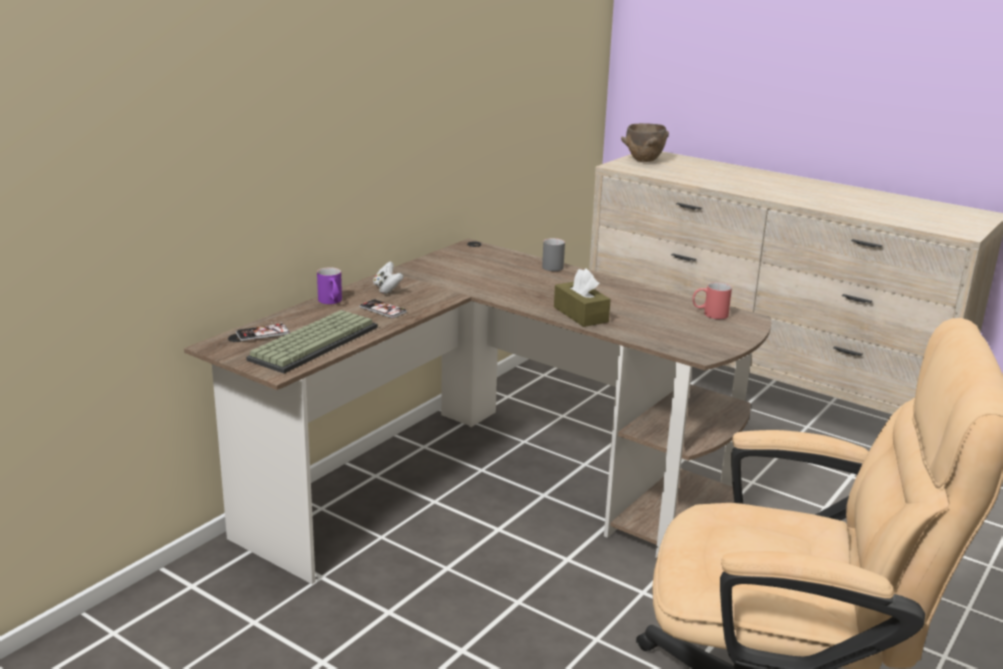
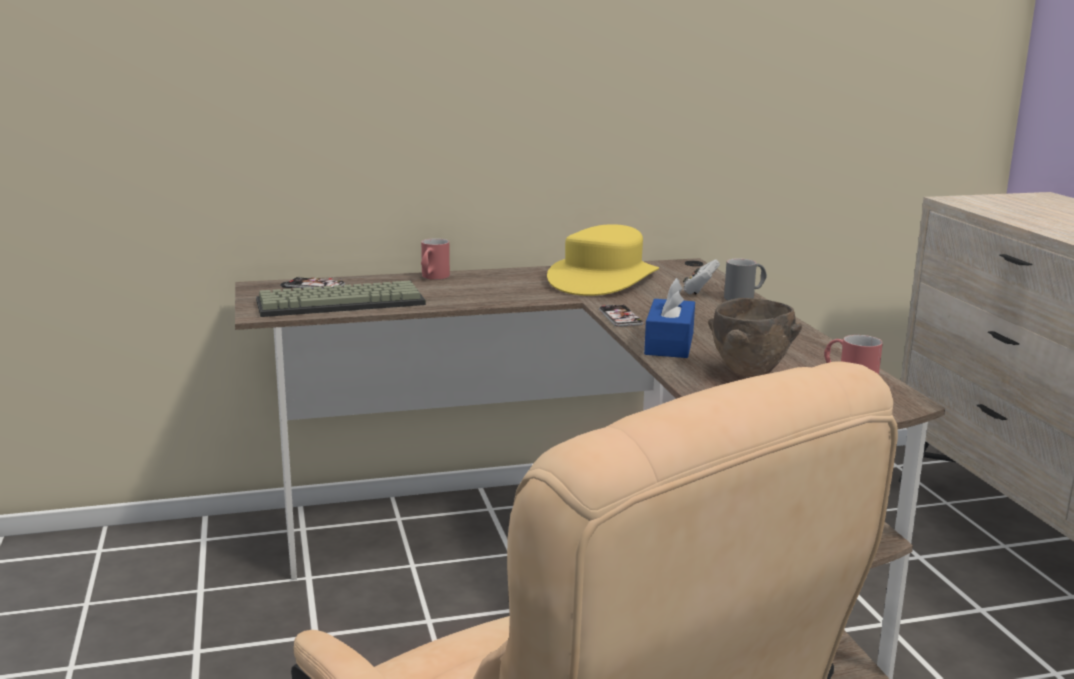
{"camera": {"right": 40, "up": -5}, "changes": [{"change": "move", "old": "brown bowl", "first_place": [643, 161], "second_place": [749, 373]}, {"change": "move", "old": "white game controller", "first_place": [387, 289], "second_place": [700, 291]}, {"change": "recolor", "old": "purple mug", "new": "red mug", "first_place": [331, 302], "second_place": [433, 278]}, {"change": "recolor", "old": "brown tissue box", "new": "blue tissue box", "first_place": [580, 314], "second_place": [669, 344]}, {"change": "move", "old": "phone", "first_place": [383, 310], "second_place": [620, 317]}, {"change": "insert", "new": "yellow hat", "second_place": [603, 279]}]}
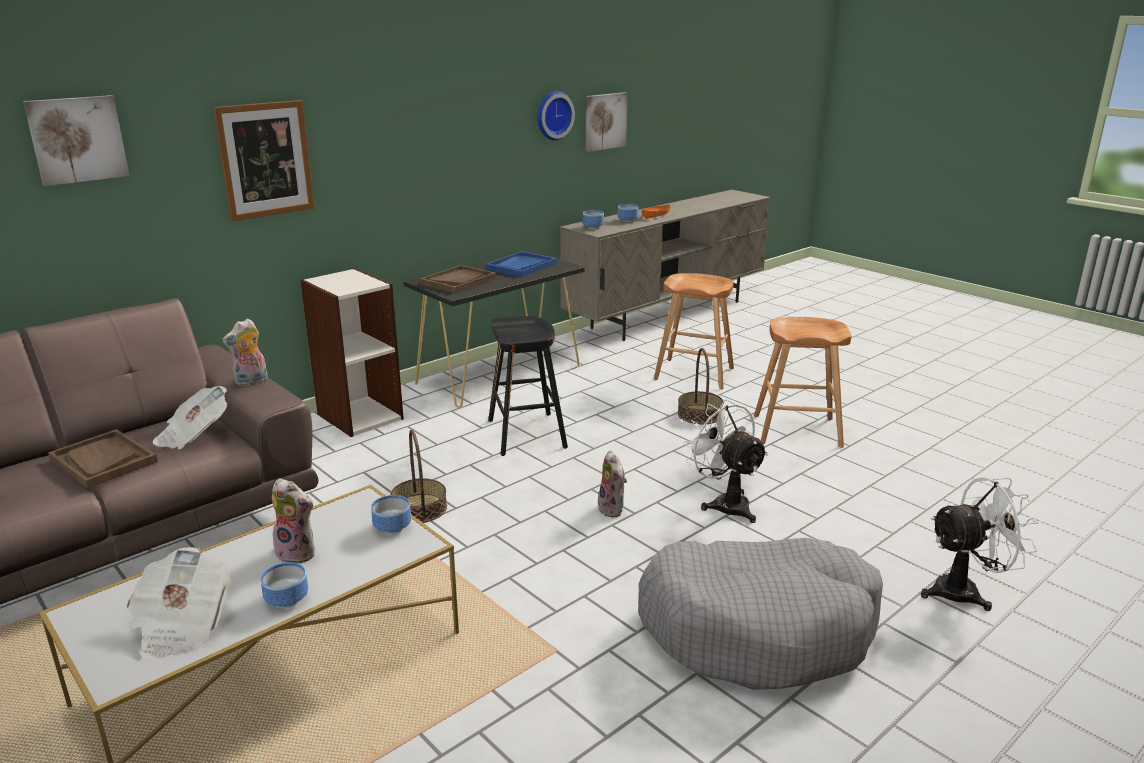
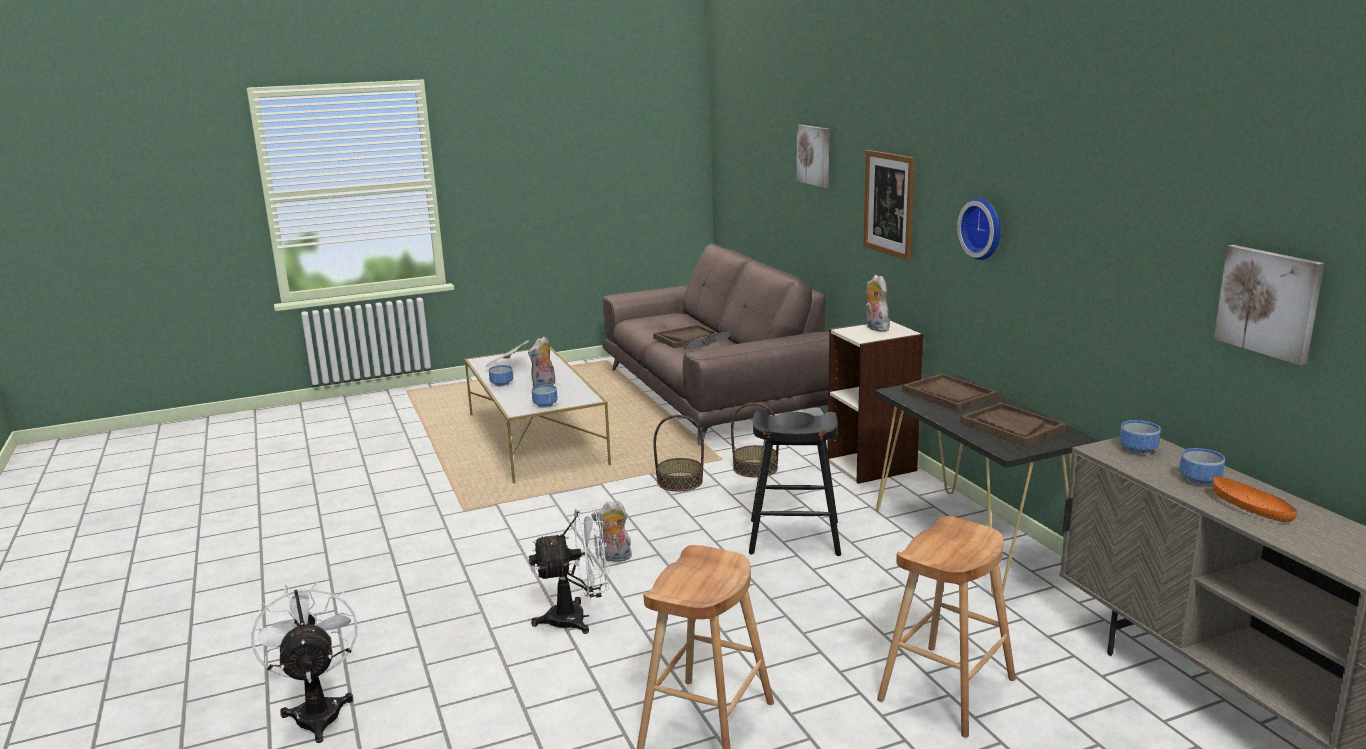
{"camera": {"right": 110, "up": -5}, "changes": [{"change": "move", "old": "wall clock", "first_place": [553, 115], "second_place": [984, 228]}, {"change": "recolor", "old": "blue tray", "new": "brown tray", "first_place": [521, 266], "second_place": [1011, 427]}, {"change": "move", "old": "plush toy", "first_place": [251, 382], "second_place": [875, 328]}, {"change": "move", "old": "basket", "first_place": [699, 414], "second_place": [755, 468]}, {"change": "rotate", "old": "white fan", "first_place": [966, 591], "second_place": [317, 711], "degrees": 150}, {"change": "delete", "old": "grey dog bed", "first_place": [759, 629]}]}
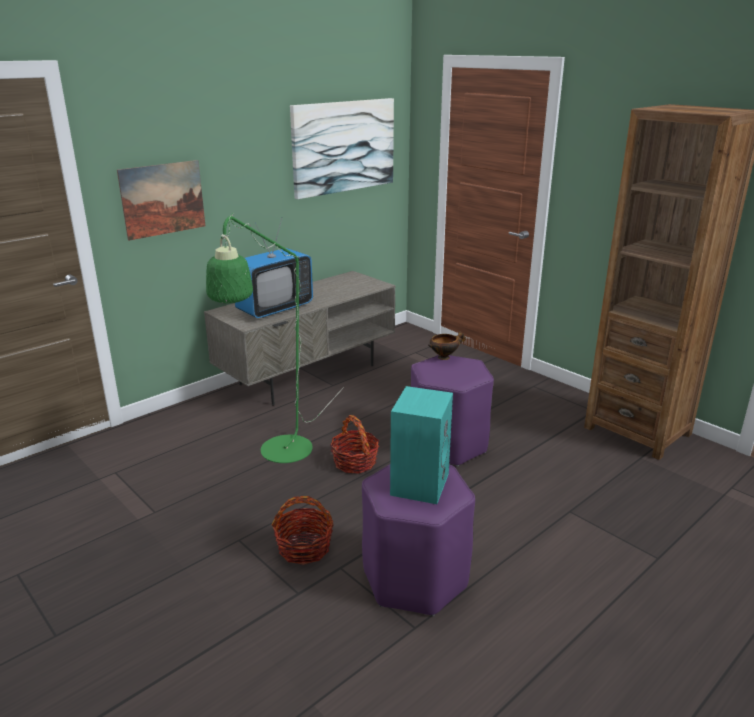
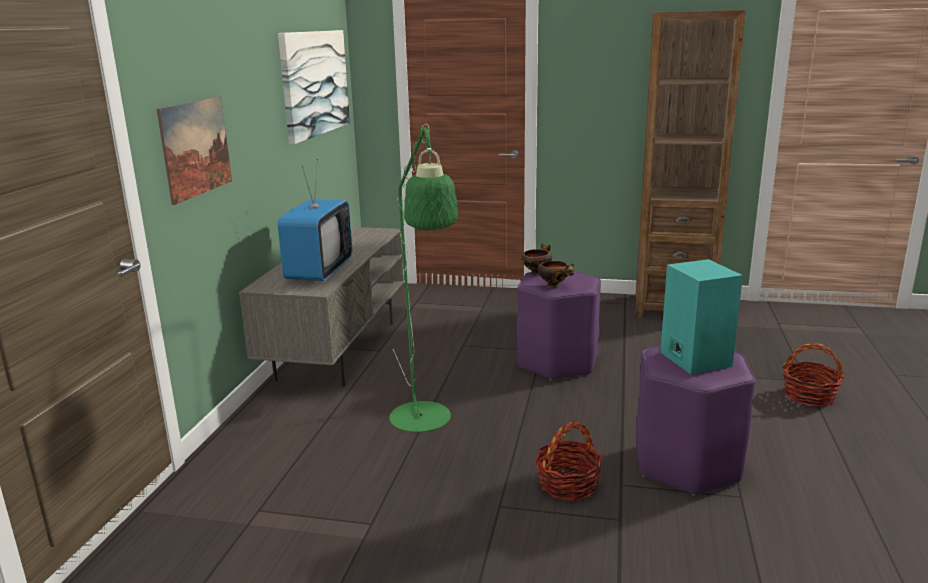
{"camera": {"right": -35, "up": -5}, "changes": [{"change": "move", "old": "basket", "first_place": [355, 462], "second_place": [809, 396]}, {"change": "insert", "new": "bowl", "second_place": [554, 286]}]}
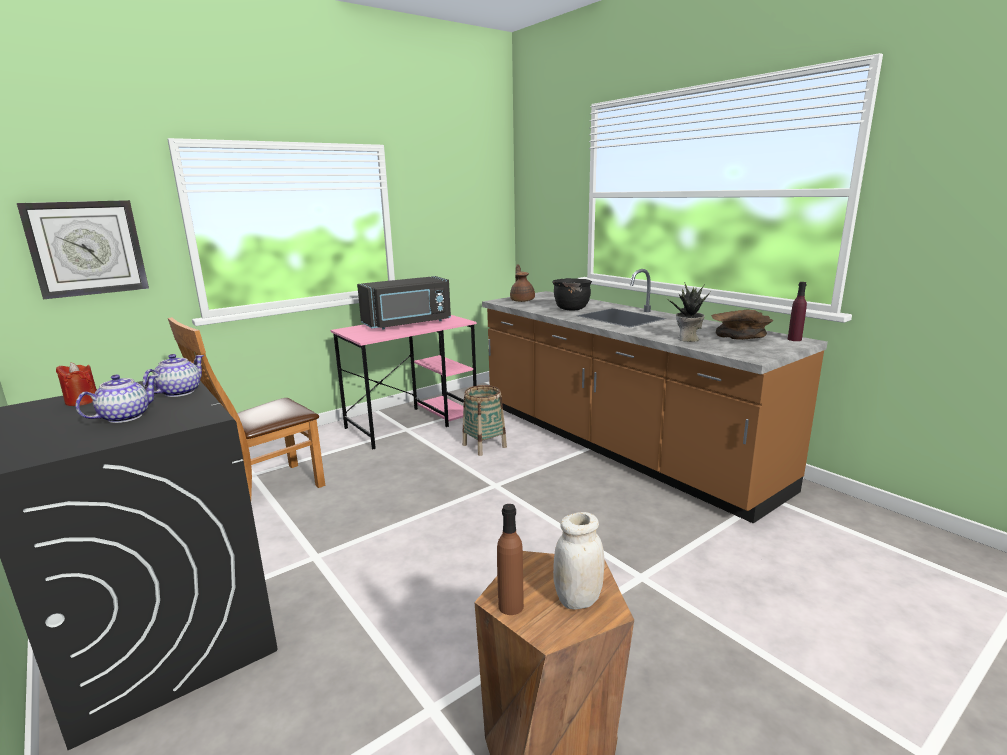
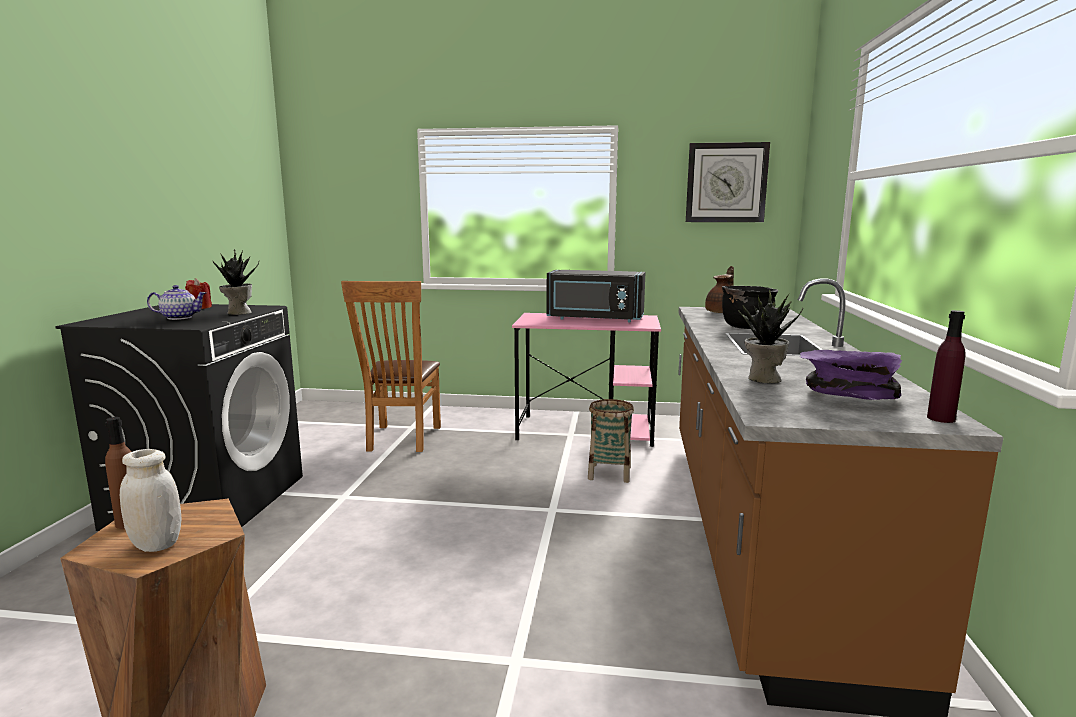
{"camera": {"right": 45, "up": -5}, "changes": [{"change": "move", "old": "wall clock", "first_place": [87, 248], "second_place": [726, 183]}, {"change": "recolor", "old": "brown bowl", "new": "purple bowl", "first_place": [739, 338], "second_place": [845, 395]}, {"change": "rotate", "old": "brown chair", "first_place": [267, 489], "second_place": [401, 440], "degrees": -90}, {"change": "replace", "old": "teapot", "new": "potted plant", "first_place": [179, 392], "second_place": [238, 313]}]}
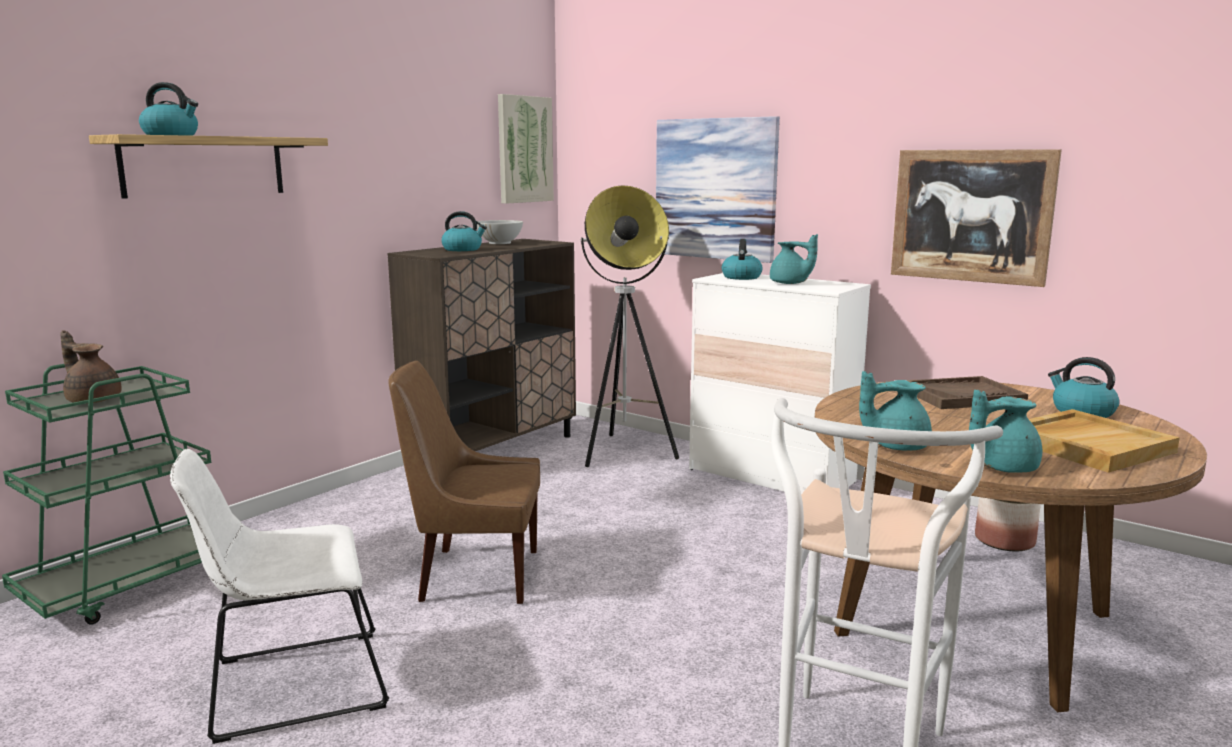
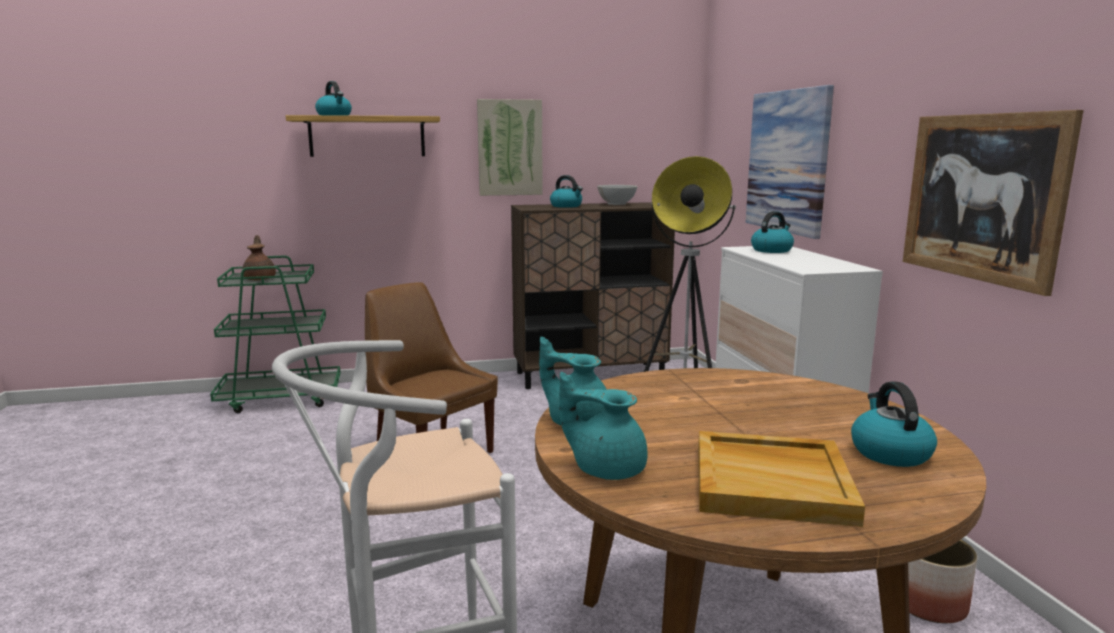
{"camera": {"right": 40, "up": 0}, "changes": [{"change": "move", "old": "picture", "first_place": [524, 149], "second_place": [510, 147]}, {"change": "delete", "old": "turquoise teapot", "first_place": [790, 283]}, {"change": "delete", "old": "brown tray", "first_place": [962, 396]}, {"change": "delete", "old": "white chair", "first_place": [290, 685]}]}
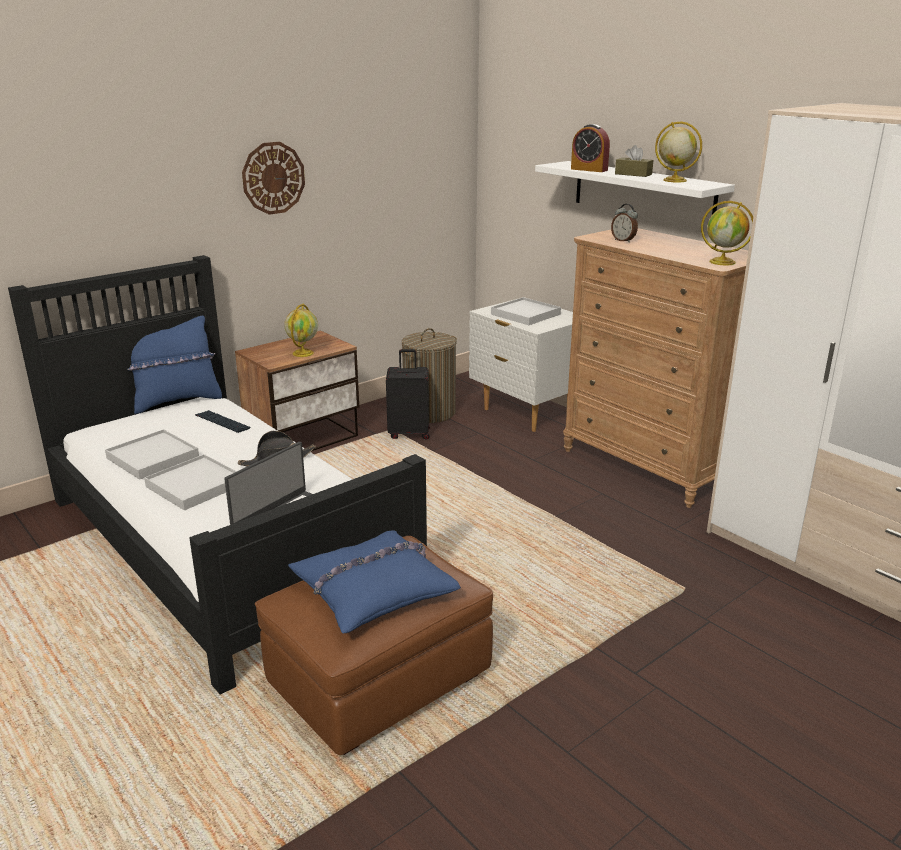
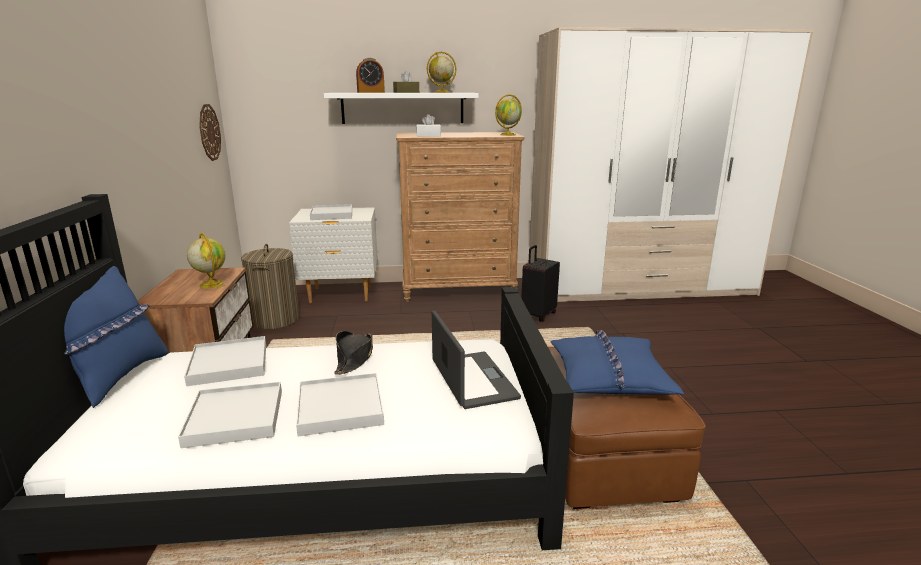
{"camera": {"right": -55, "up": -5}, "changes": [{"change": "move", "old": "wall clock", "first_place": [273, 178], "second_place": [209, 132]}, {"change": "replace", "old": "alarm clock", "new": "white tissue box", "first_place": [623, 241], "second_place": [428, 135]}, {"change": "move", "old": "black suitcase", "first_place": [409, 433], "second_place": [538, 315]}, {"change": "replace", "old": "keyboard", "new": "white tray", "first_place": [222, 422], "second_place": [228, 364]}]}
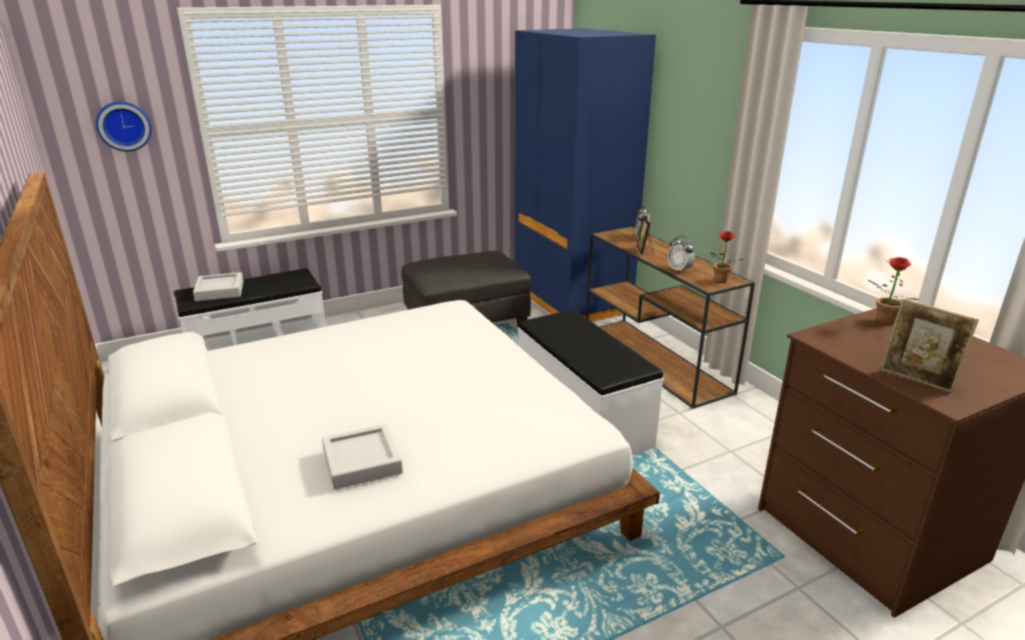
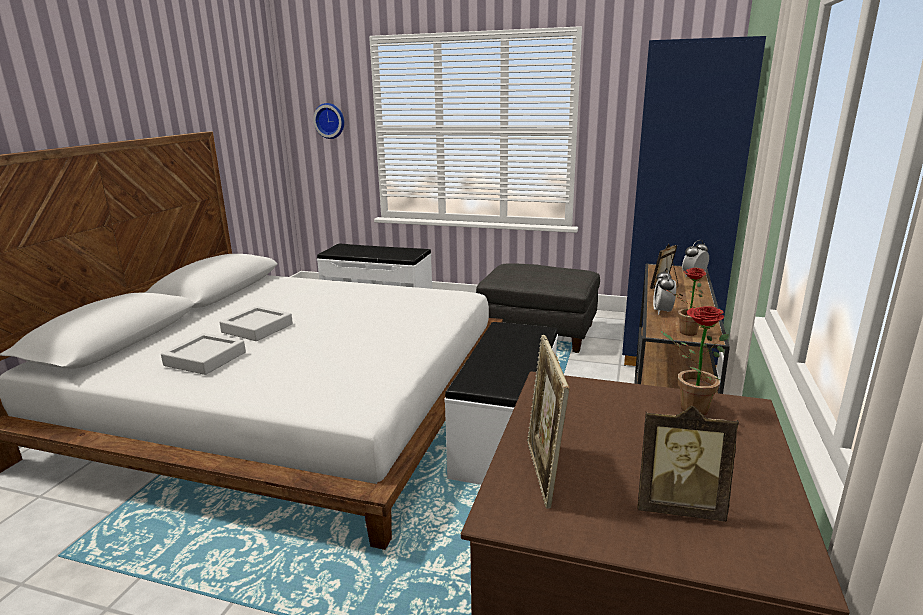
{"camera": {"right": 45, "up": -5}, "changes": [{"change": "move", "old": "grey tray", "first_place": [220, 291], "second_place": [257, 328]}, {"change": "insert", "new": "picture frame", "second_place": [678, 506]}]}
